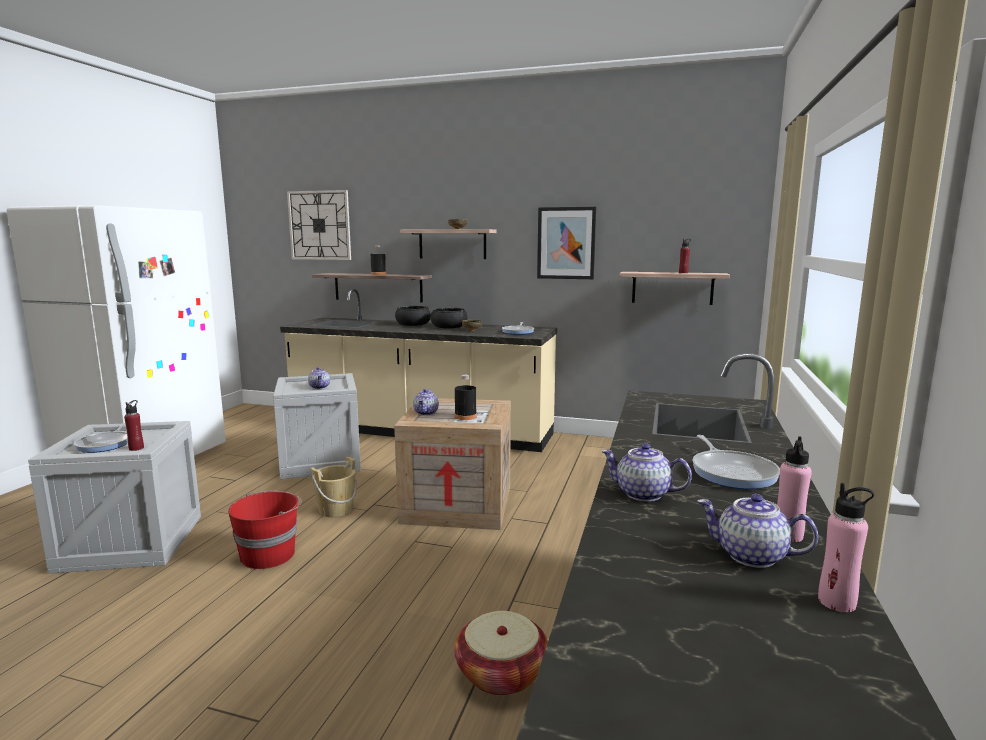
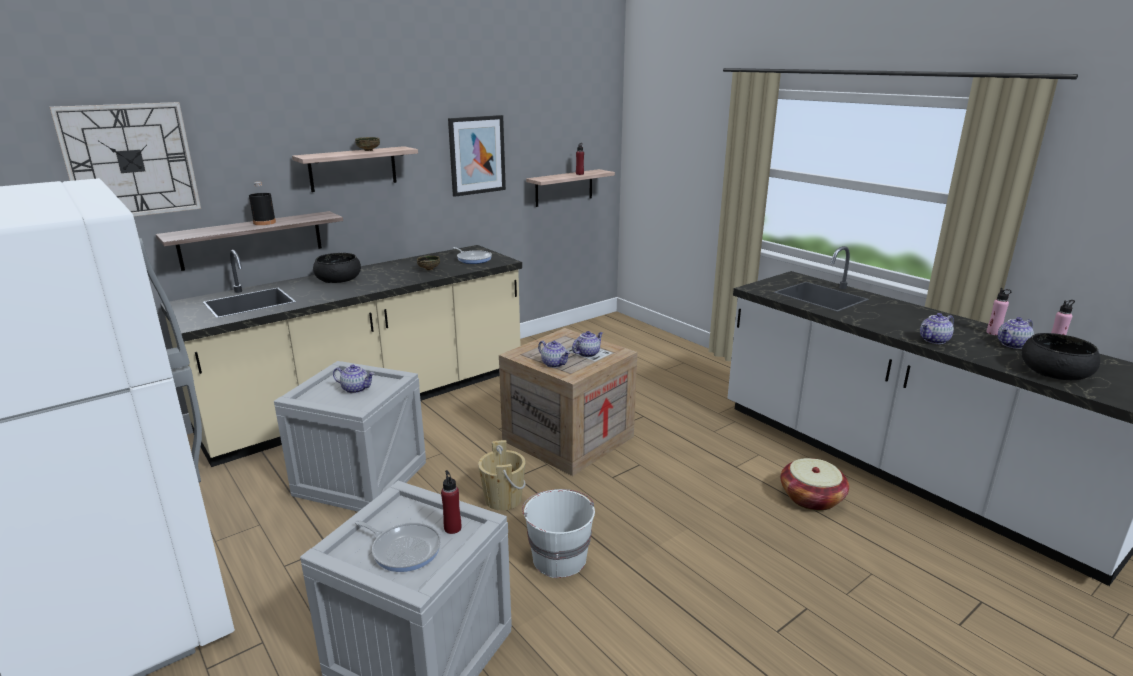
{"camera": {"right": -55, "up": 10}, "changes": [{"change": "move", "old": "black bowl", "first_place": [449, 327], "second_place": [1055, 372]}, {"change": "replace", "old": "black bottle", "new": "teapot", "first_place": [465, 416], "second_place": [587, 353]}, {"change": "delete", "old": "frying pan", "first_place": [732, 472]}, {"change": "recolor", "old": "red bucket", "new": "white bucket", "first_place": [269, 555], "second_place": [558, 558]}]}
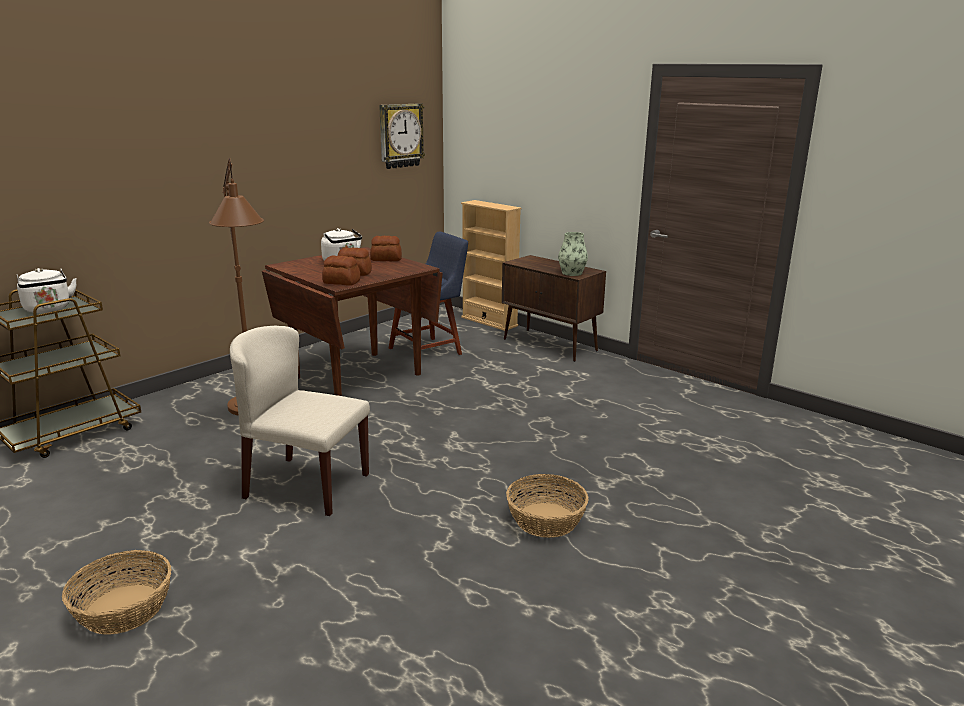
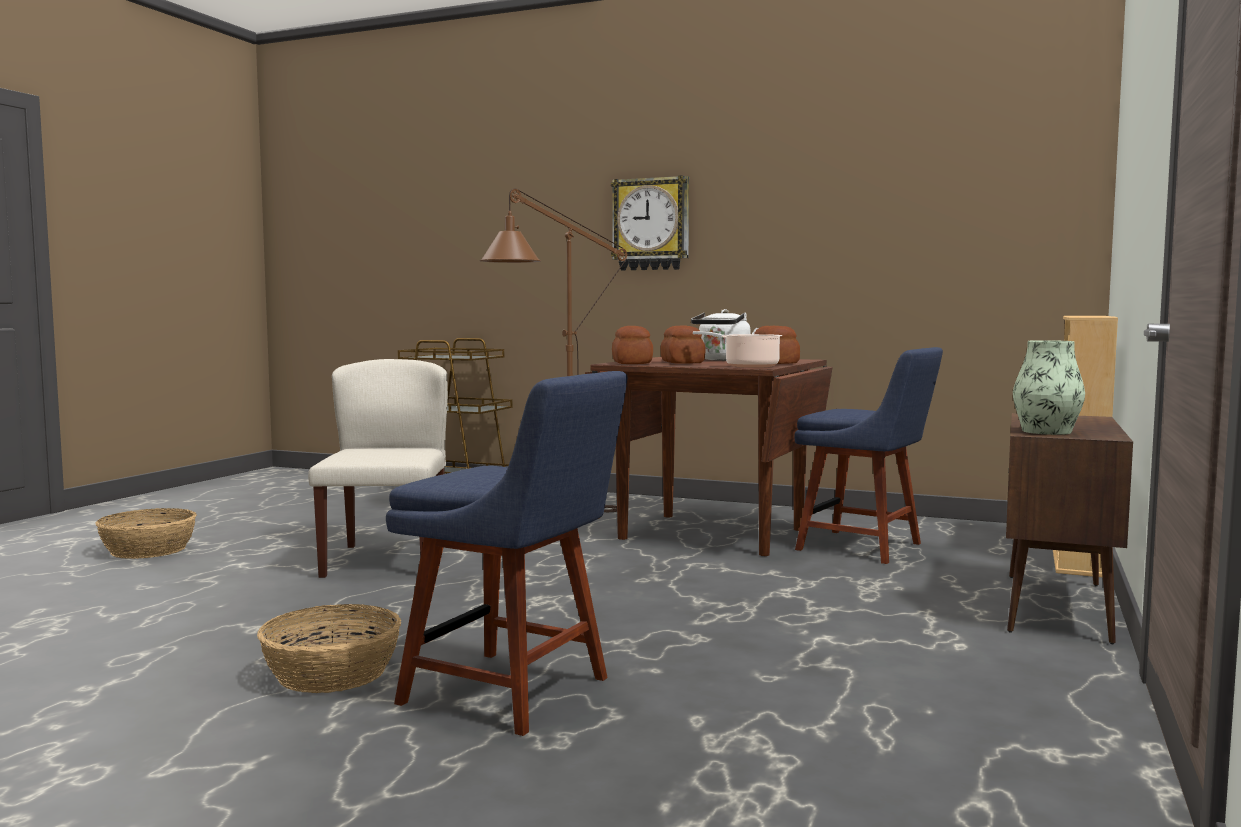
{"camera": {"right": 70, "up": -15}, "changes": [{"change": "move", "old": "wall clock", "first_place": [400, 135], "second_place": [651, 224]}, {"change": "delete", "old": "white kettle", "first_place": [48, 309]}, {"change": "insert", "new": "cooking pot", "second_place": [748, 366]}, {"change": "insert", "new": "blue chair", "second_place": [514, 692]}]}
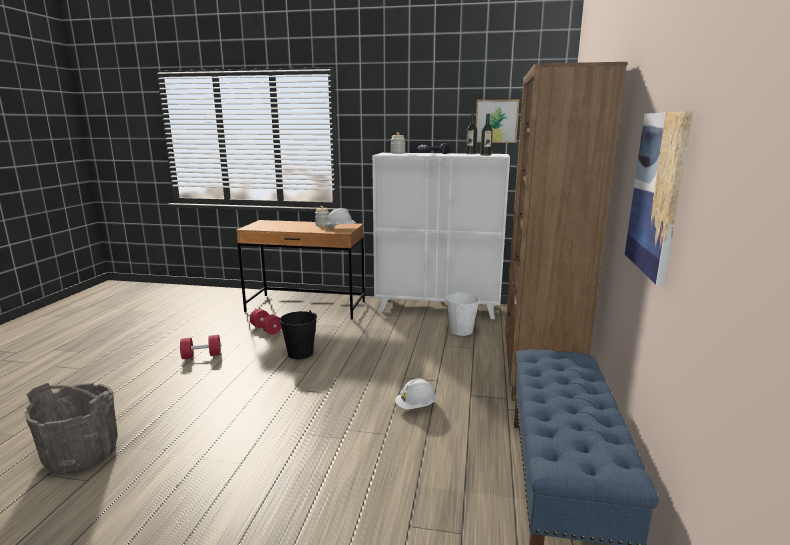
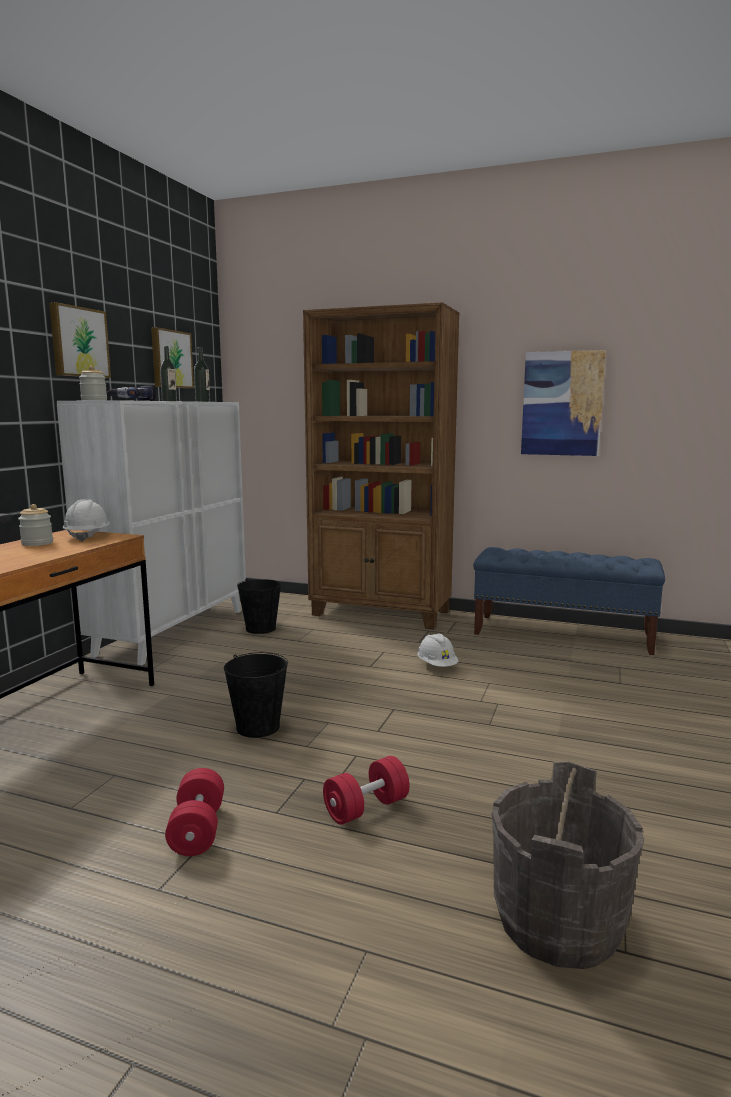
{"camera": {"right": -80, "up": -5}, "changes": [{"change": "recolor", "old": "white bucket", "new": "black bucket", "first_place": [461, 331], "second_place": [261, 628]}, {"change": "move", "old": "red dumbbell", "first_place": [266, 329], "second_place": [366, 808]}, {"change": "insert", "new": "picture", "second_place": [78, 342]}]}
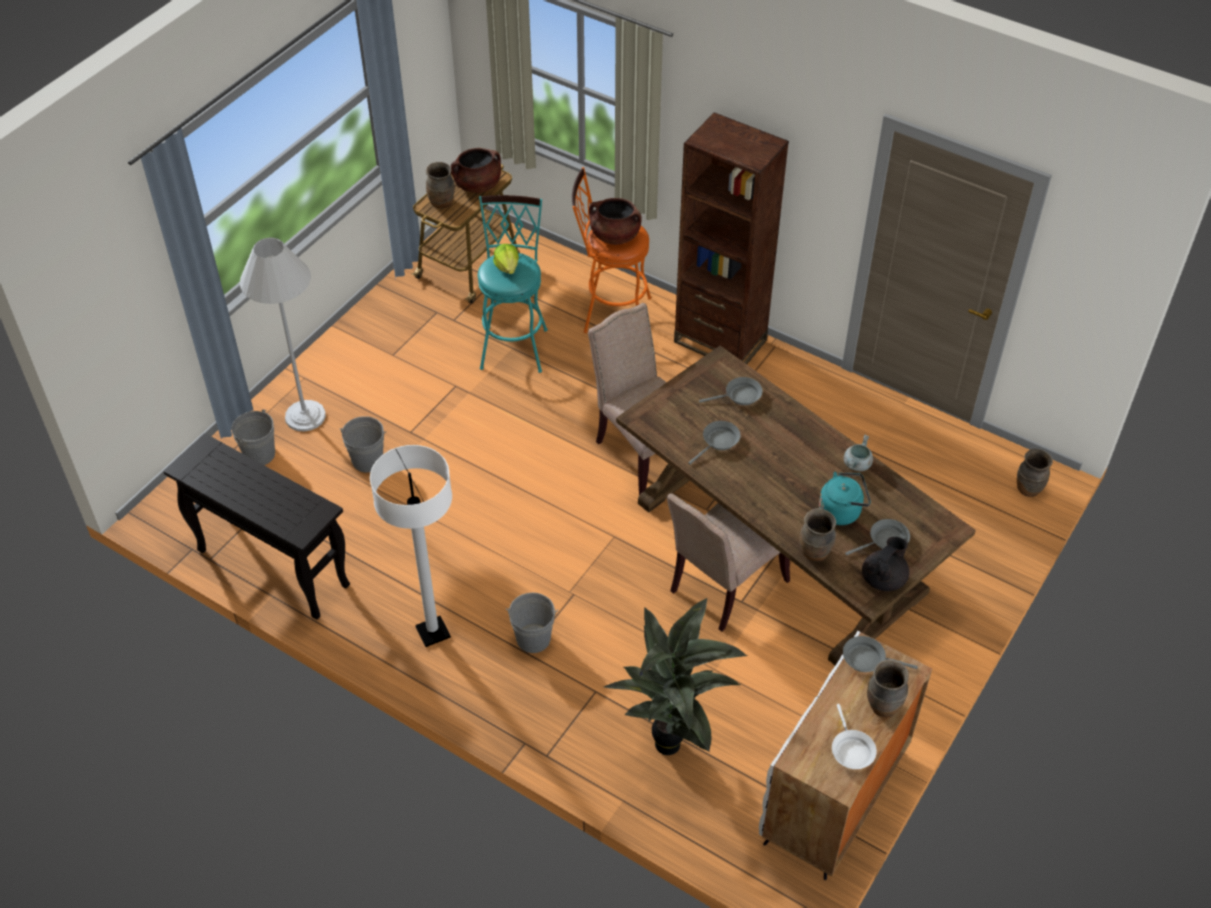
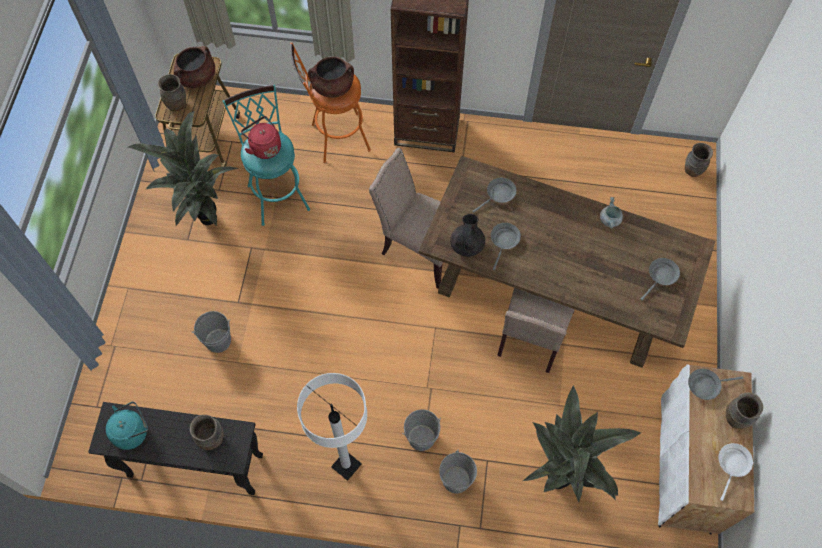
{"camera": {"right": -25, "up": 15}, "changes": [{"change": "delete", "old": "white floor lamp", "first_place": [305, 416]}, {"change": "replace", "old": "lettuce", "new": "red kettle", "first_place": [507, 266], "second_place": [264, 147]}, {"change": "move", "old": "grey bucket", "first_place": [259, 454], "second_place": [456, 480]}, {"change": "move", "old": "turquoise kettle", "first_place": [842, 511], "second_place": [132, 431]}, {"change": "move", "old": "brown vase", "first_place": [815, 553], "second_place": [212, 439]}, {"change": "move", "old": "black teapot", "first_place": [884, 579], "second_place": [467, 245]}, {"change": "rotate", "old": "white frying pan", "first_place": [851, 750], "second_place": [732, 465], "degrees": -120}, {"change": "insert", "new": "potted plant", "second_place": [204, 218]}]}
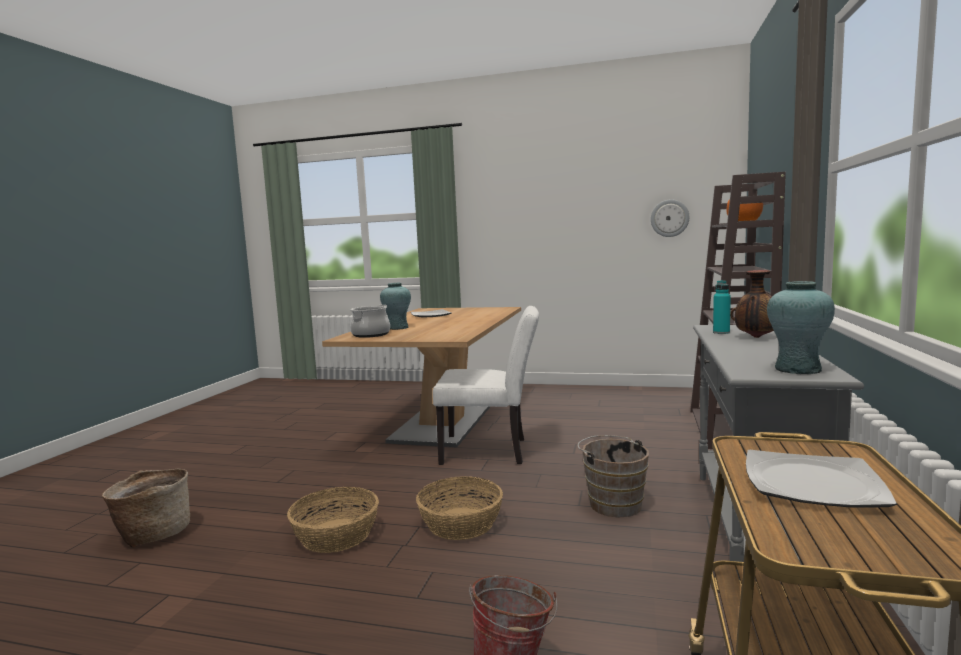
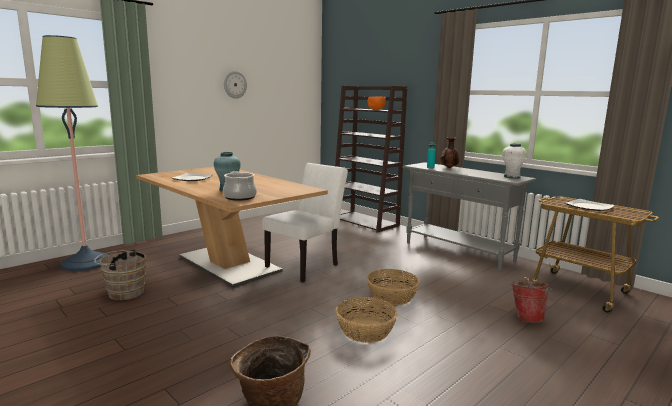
{"camera": {"right": -60, "up": 5}, "changes": [{"change": "move", "old": "wall clock", "first_place": [669, 218], "second_place": [235, 84]}, {"change": "recolor", "old": "turquoise vase", "new": "white vase", "first_place": [797, 369], "second_place": [512, 177]}, {"change": "move", "old": "brown bucket", "first_place": [613, 503], "second_place": [123, 292]}, {"change": "insert", "new": "floor lamp", "second_place": [86, 262]}]}
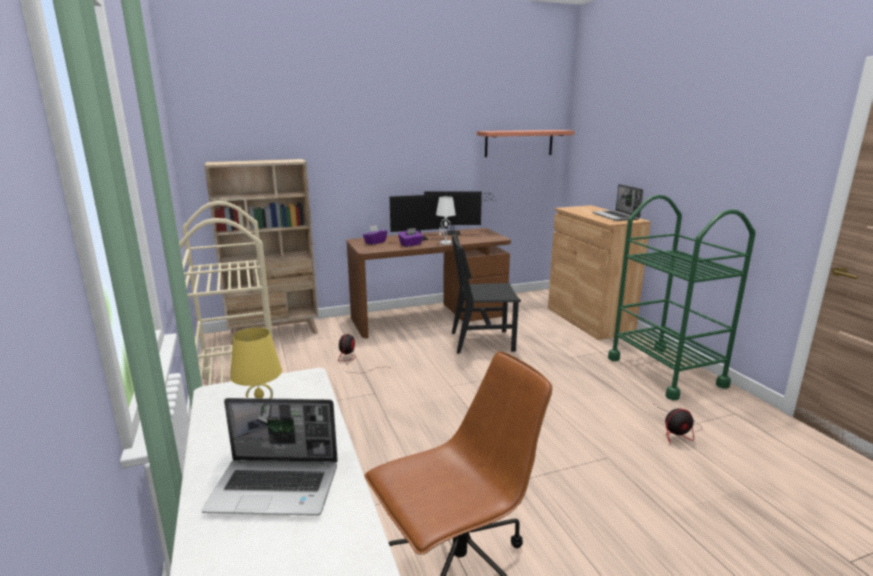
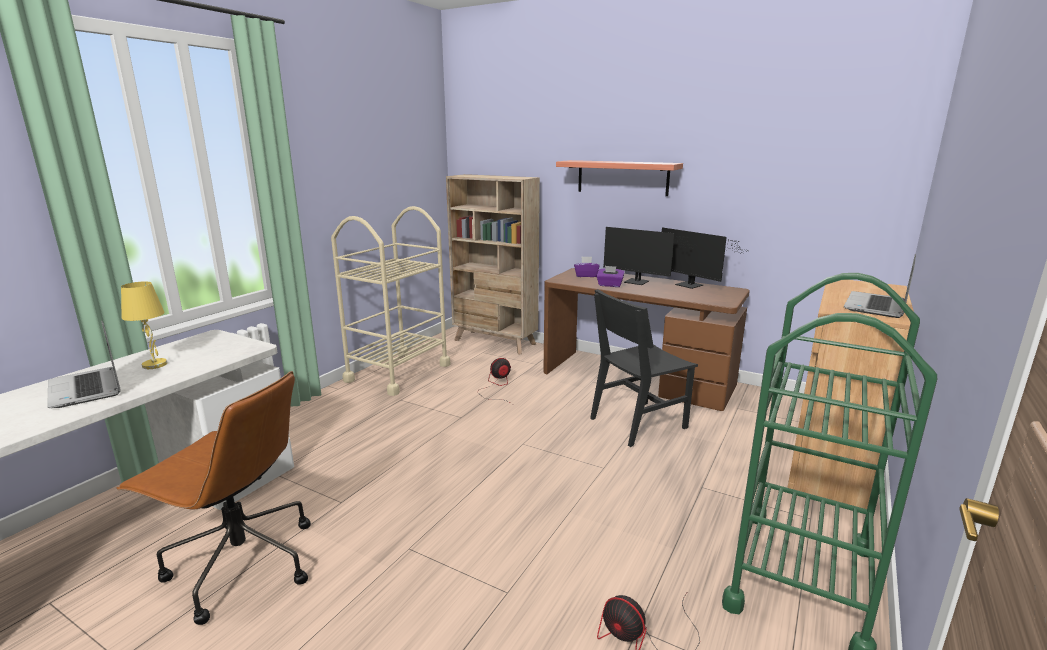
{"camera": {"right": 50, "up": 0}, "changes": [{"change": "move", "old": "shelf", "first_place": [519, 143], "second_place": [622, 177]}, {"change": "delete", "old": "white table lamp", "first_place": [445, 243]}, {"change": "rotate", "old": "black chair", "first_place": [482, 341], "second_place": [638, 423], "degrees": -75}]}
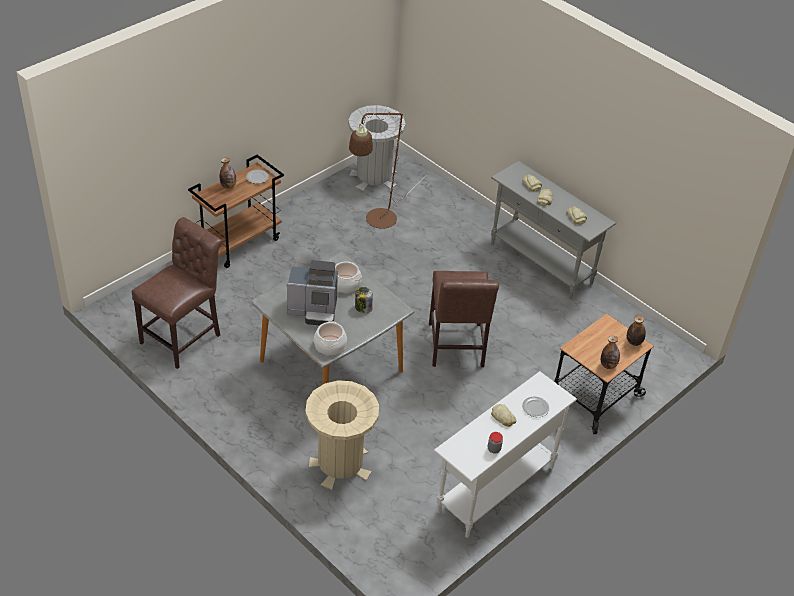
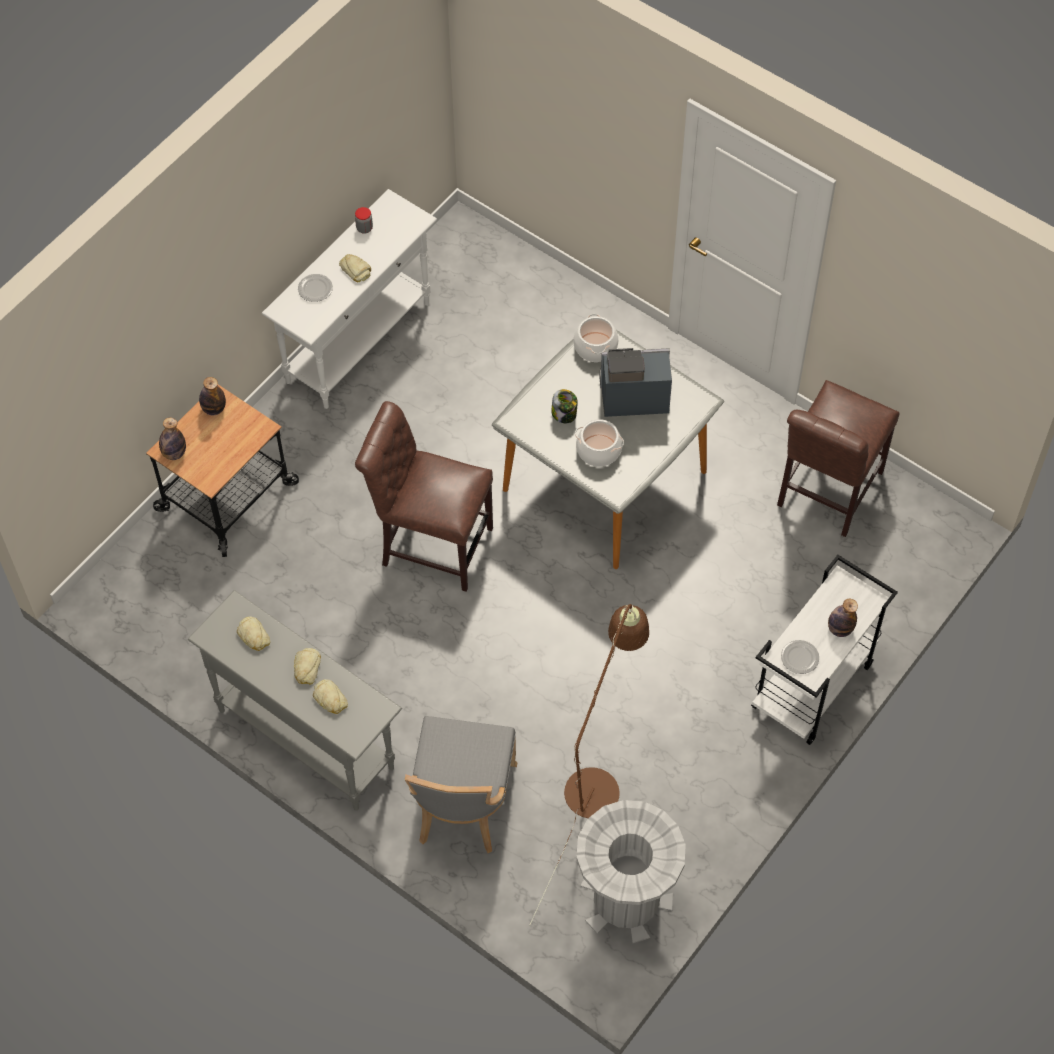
{"camera": {"right": 175, "up": 15}, "changes": [{"change": "recolor", "old": "brown cart", "new": "white cart", "first_place": [239, 243], "second_place": [812, 688]}, {"change": "rotate", "old": "brown chair", "first_place": [455, 348], "second_place": [431, 544], "degrees": -60}, {"change": "delete", "old": "beige trash can", "first_place": [340, 464]}, {"change": "insert", "new": "grey chair", "second_place": [462, 806]}]}
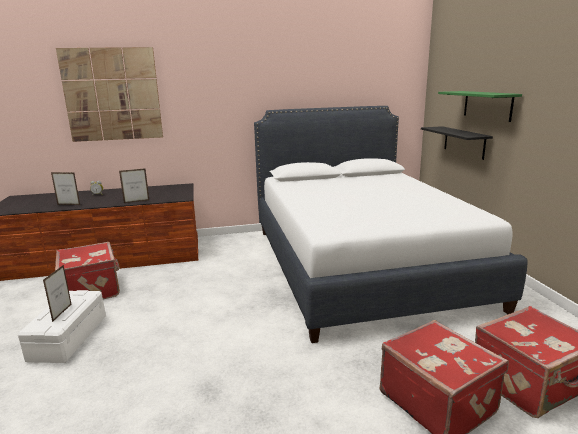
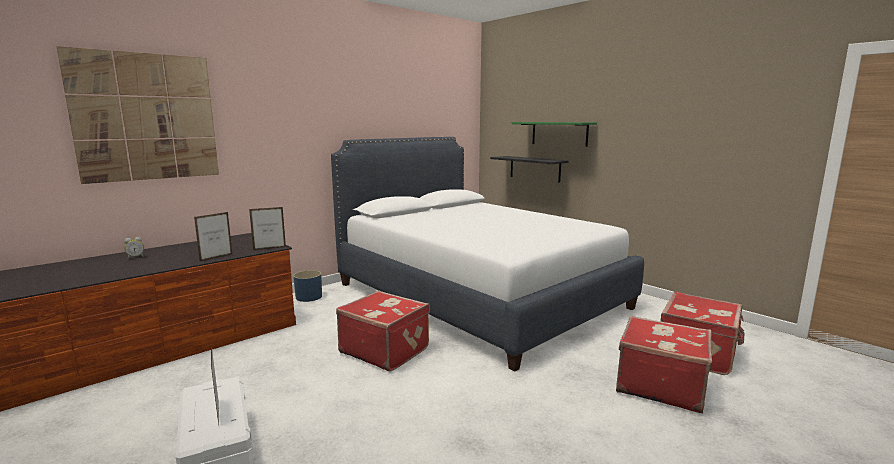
{"camera": {"right": -30, "up": -5}, "changes": [{"change": "move", "old": "picture frame", "first_place": [68, 205], "second_place": [269, 248]}, {"change": "move", "old": "red suitcase", "first_place": [92, 290], "second_place": [385, 350]}, {"change": "insert", "new": "blue planter", "second_place": [308, 297]}]}
